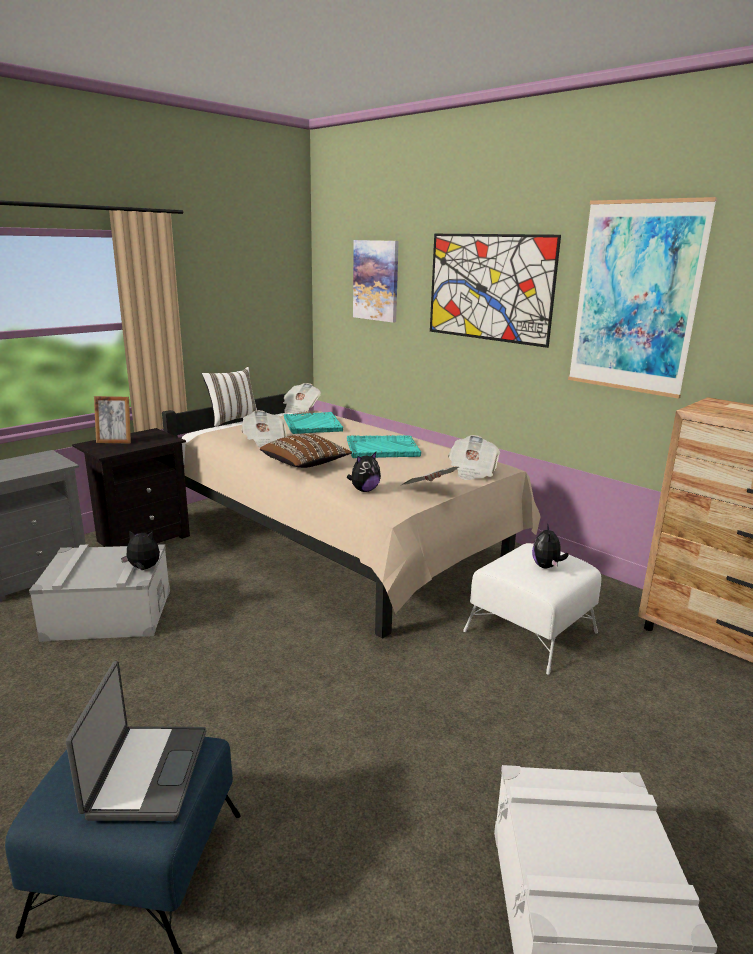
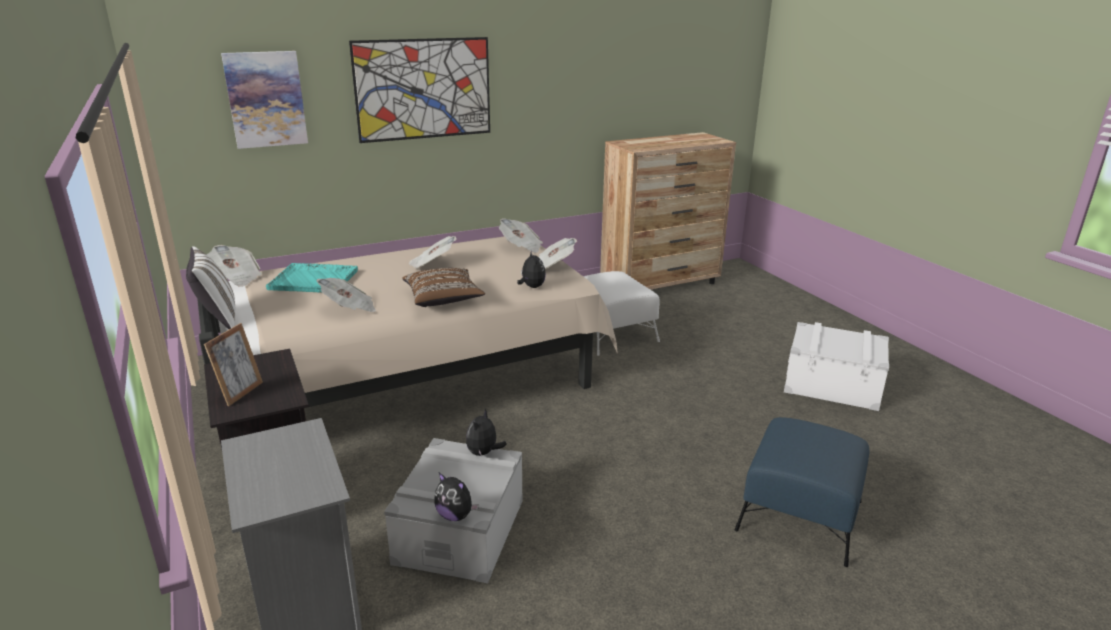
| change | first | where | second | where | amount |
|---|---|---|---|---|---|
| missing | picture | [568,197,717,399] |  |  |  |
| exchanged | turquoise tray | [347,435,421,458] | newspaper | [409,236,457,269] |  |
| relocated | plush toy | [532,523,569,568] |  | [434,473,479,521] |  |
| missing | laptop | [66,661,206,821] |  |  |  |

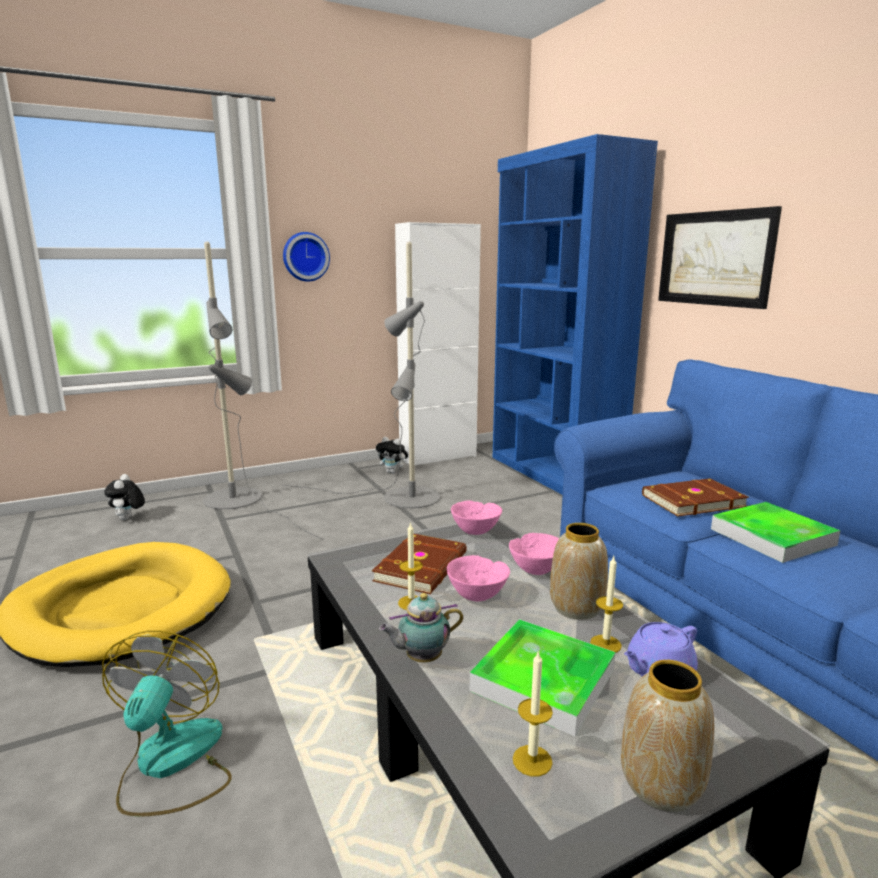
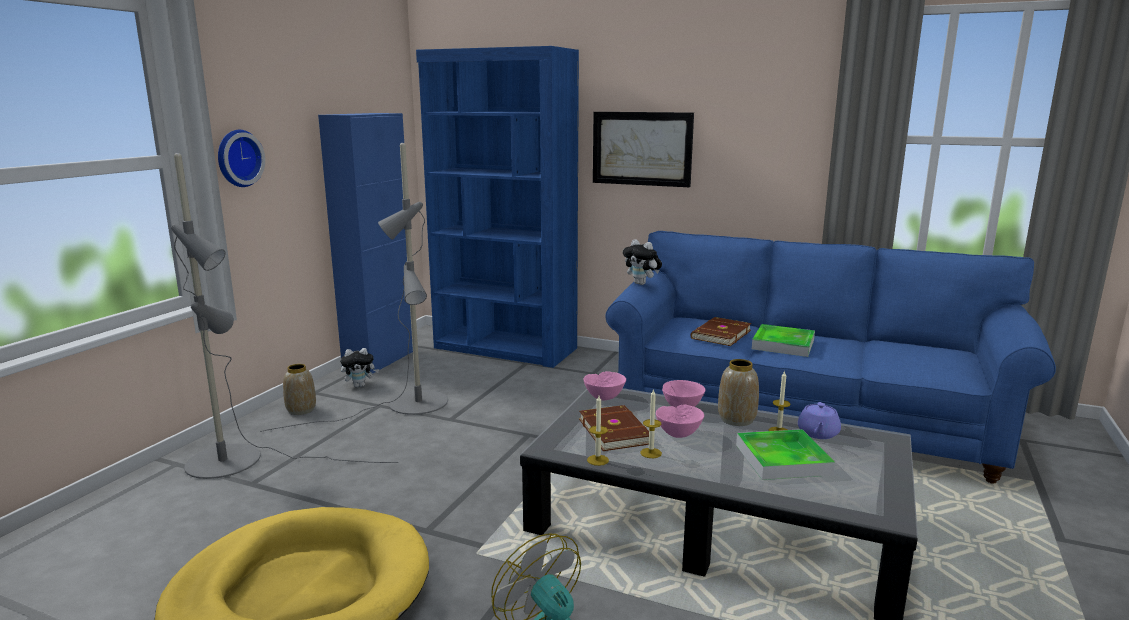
| change | first | where | second | where | amount |
|---|---|---|---|---|---|
| colour | white cabinet | [395,222,481,465] | blue cabinet | [318,113,413,374] |  |
| relocated | plush toy | [104,474,145,520] |  | [623,239,662,285] |  |
| missing | teapot | [379,593,463,662] |  |  |  |
| relocated | candle | [513,650,553,777] |  | [587,396,609,466] |  |
| relocated | vase | [621,660,714,812] |  | [283,364,316,415] |  |

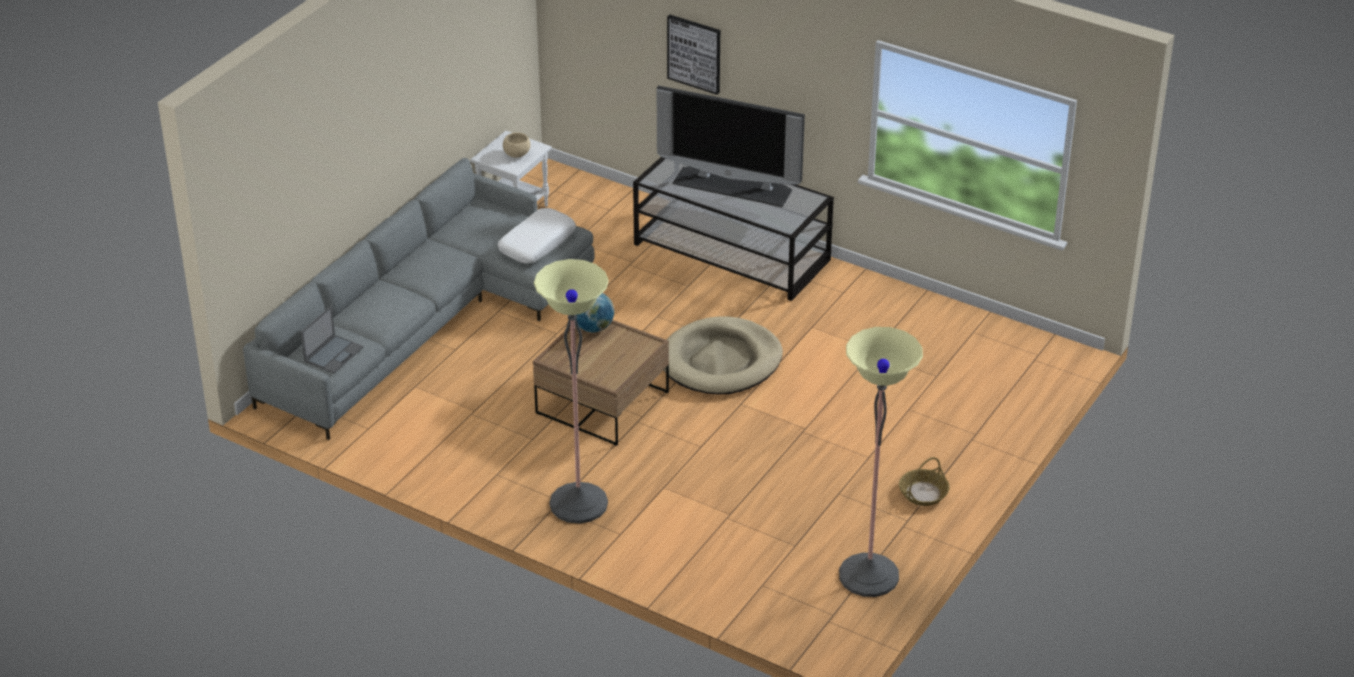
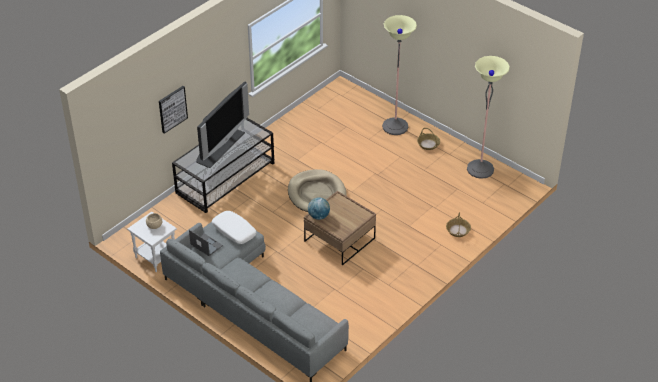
| change | first | where | second | where | amount |
|---|---|---|---|---|---|
| relocated | floor lamp | [534,259,609,524] |  | [382,15,417,135] |  |
| relocated | laptop | [301,306,364,374] |  | [189,230,223,256] |  |
| appeared |  |  | basket | [446,212,471,237] |  |

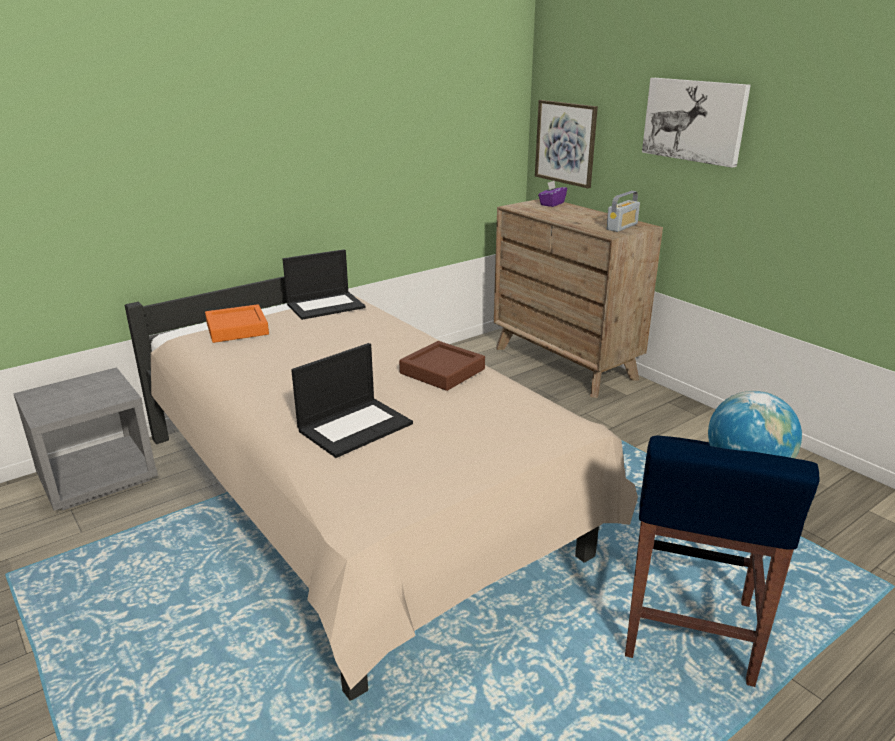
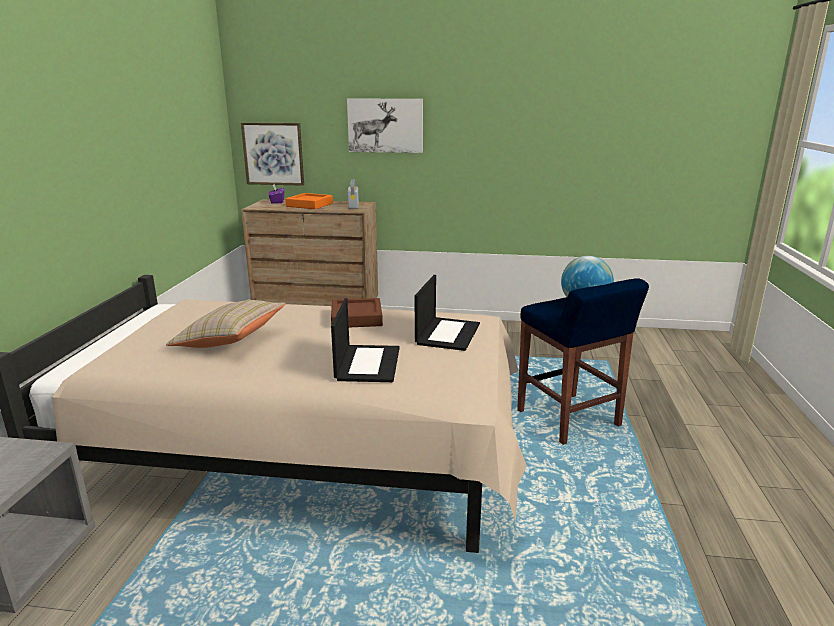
| change | first | where | second | where | amount |
|---|---|---|---|---|---|
| relocated | laptop | [283,249,366,320] |  | [415,275,480,351] |  |
| relocated | orange tray | [205,304,269,343] |  | [285,193,333,209] |  |
| appeared |  |  | beige pillow | [166,300,286,348] |  |

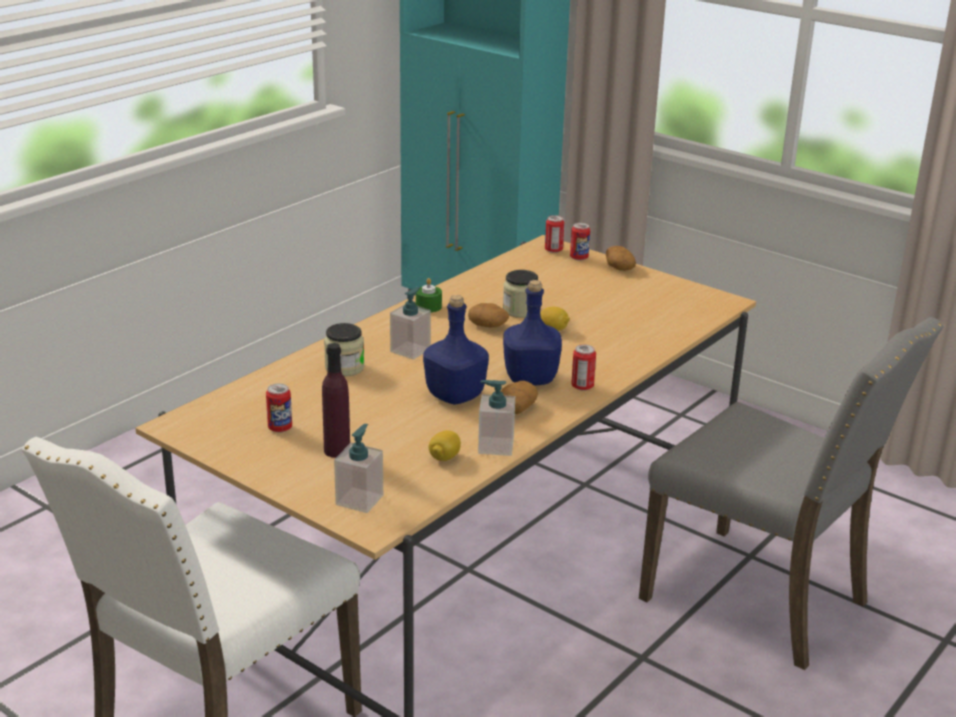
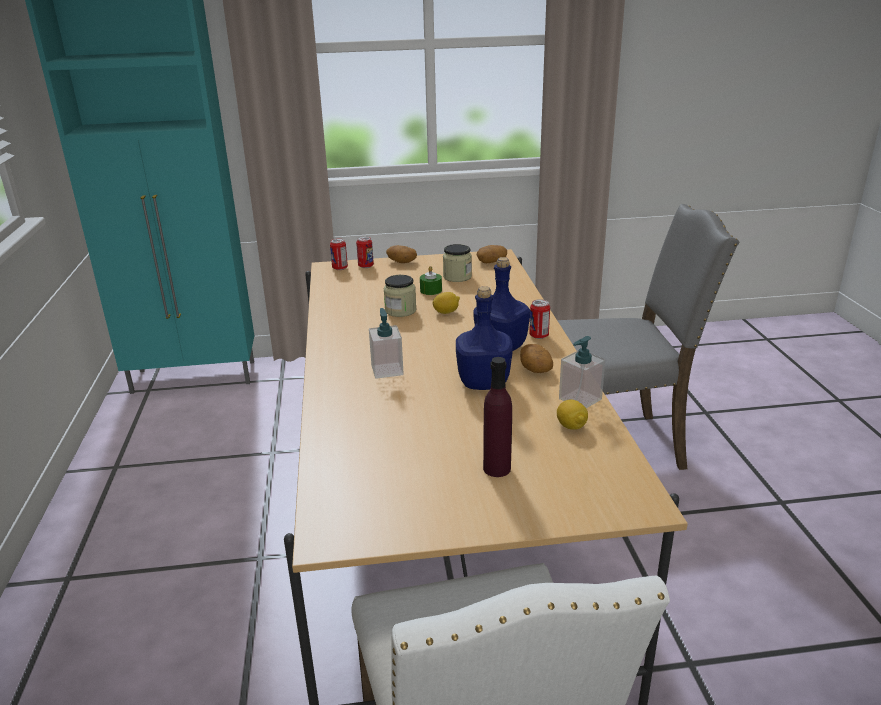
| change | first | where | second | where | amount |
|---|---|---|---|---|---|
| relocated | green candle | [416,278,442,313] |  | [420,266,442,295] |  |
| relocated | potato | [468,303,509,327] |  | [477,245,507,263] |  |
| relocated | jar | [324,323,364,377] |  | [443,244,472,282] |  |
| missing | can | [266,384,292,433] |  |  |  |
| missing | soap dispenser | [334,424,383,513] |  |  |  |

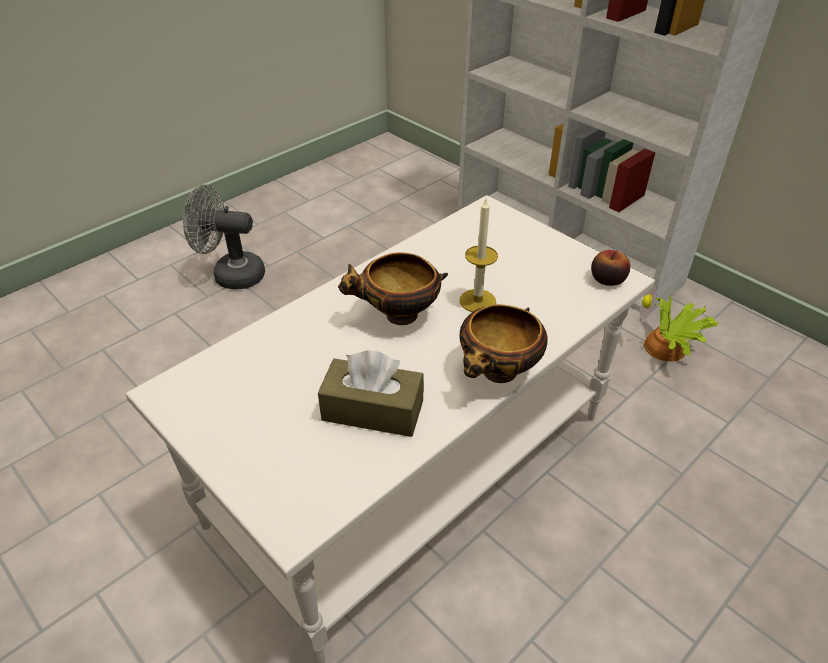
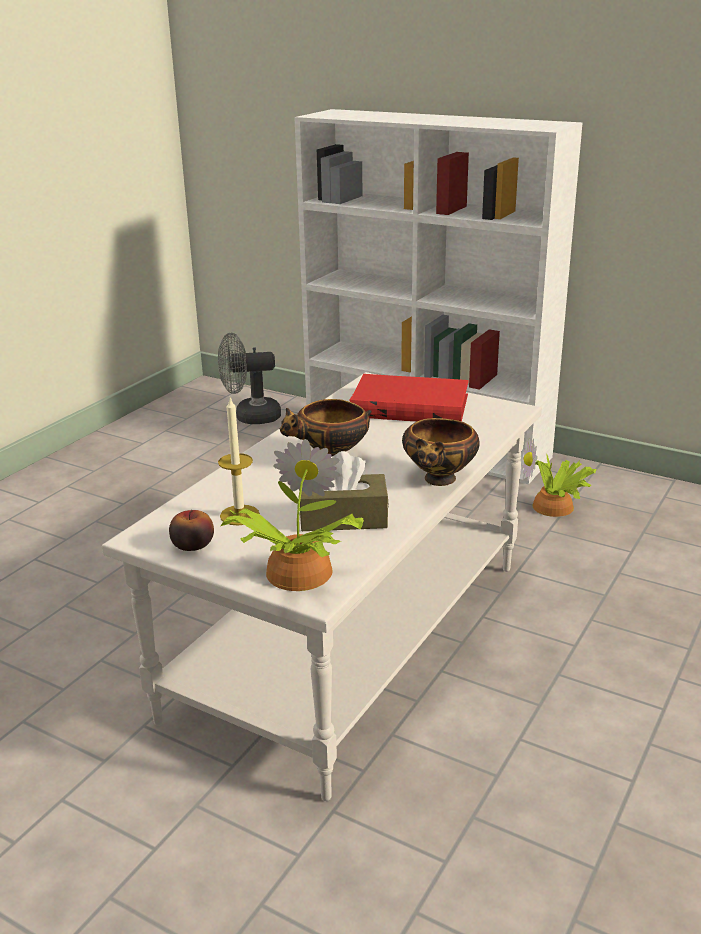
| change | first | where | second | where | amount |
|---|---|---|---|---|---|
| relocated | grey fan | [183,185,265,289] |  | [218,333,281,424] |  |
| relocated | candle | [460,199,498,312] |  | [218,397,260,525] |  |
| relocated | apple | [591,250,630,286] |  | [169,510,214,551] |  |
| appeared |  |  | red book | [349,374,469,422] |  |
| appeared |  |  | potted plant | [220,439,364,591] |  |

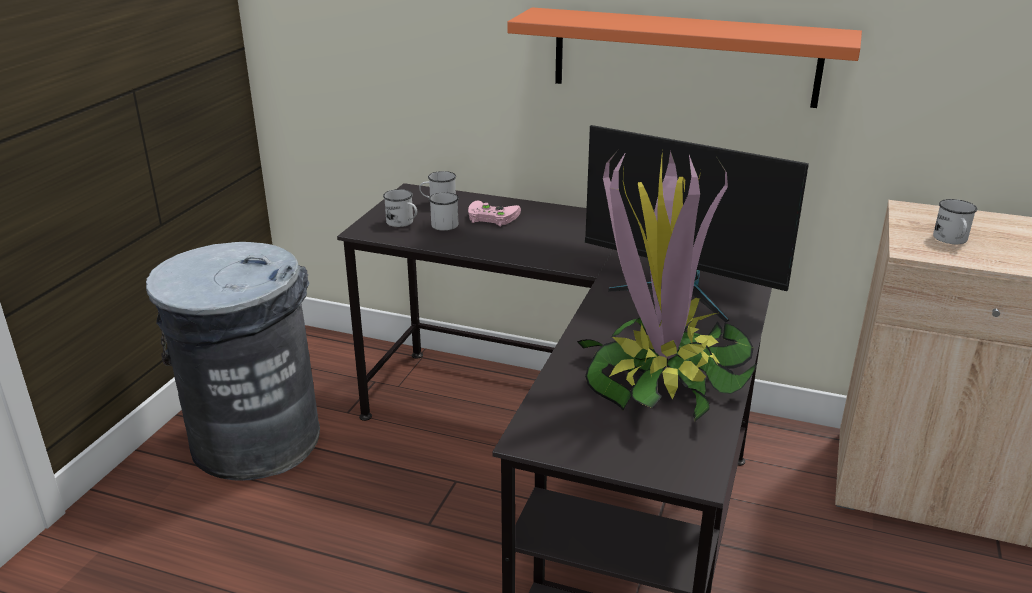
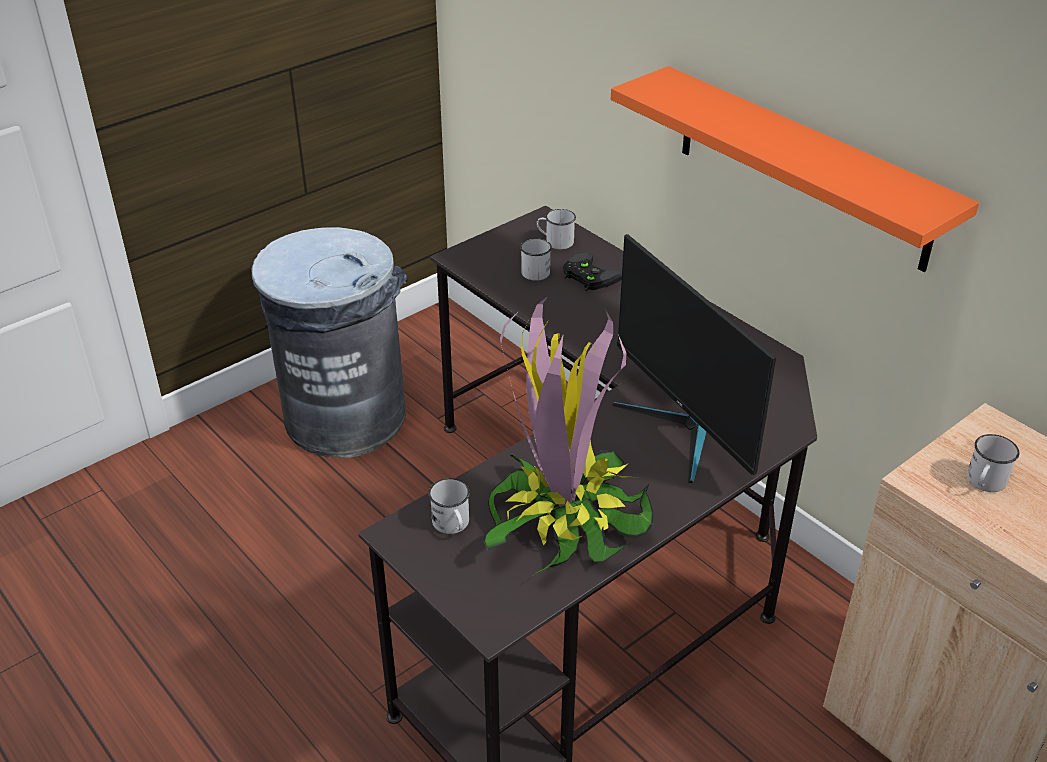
| change | first | where | second | where | amount |
|---|---|---|---|---|---|
| relocated | white mug | [383,189,417,227] |  | [429,478,470,534] |  |
| colour | pink game controller | [468,201,521,226] | black game controller | [563,252,622,291] |  |

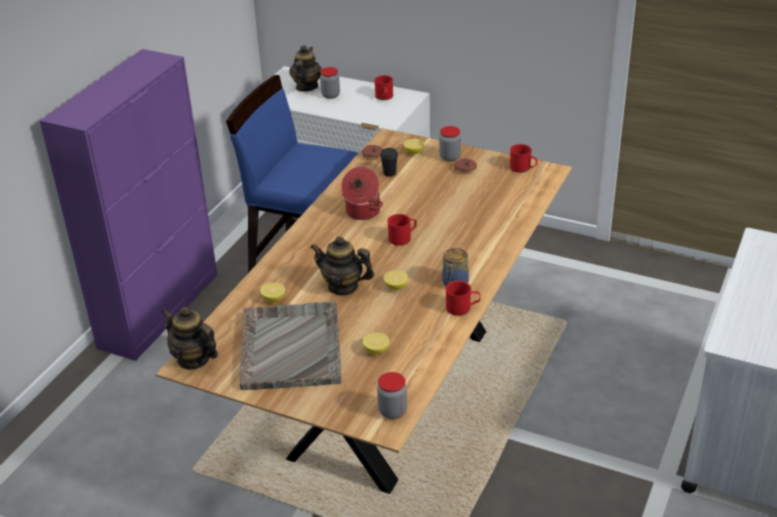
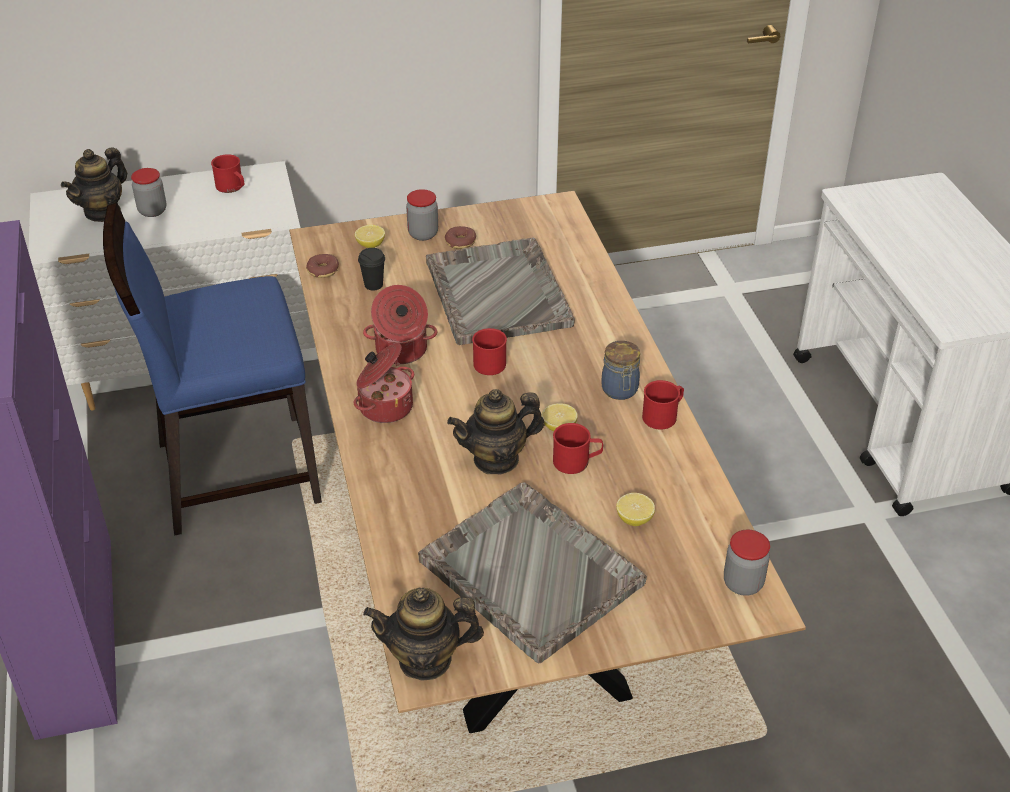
| change | first | where | second | where | amount |
|---|---|---|---|---|---|
| spun | teapot | [289,45,322,92] |  | [61,147,127,222] | 120 degrees counterclockwise |
| relocated | red mug | [510,144,538,173] |  | [553,423,603,474] |  |
| missing | lemon | [260,282,285,302] |  |  |  |
| appeared |  |  | grey tray | [426,238,575,345] |  |
| appeared |  |  | cooking pot | [353,343,414,423] |  |

